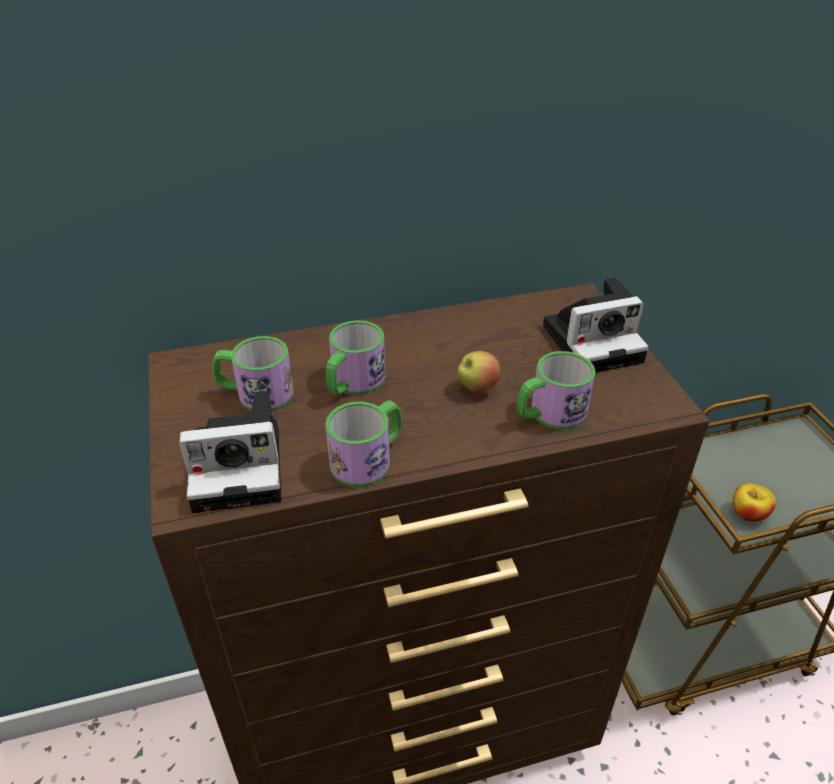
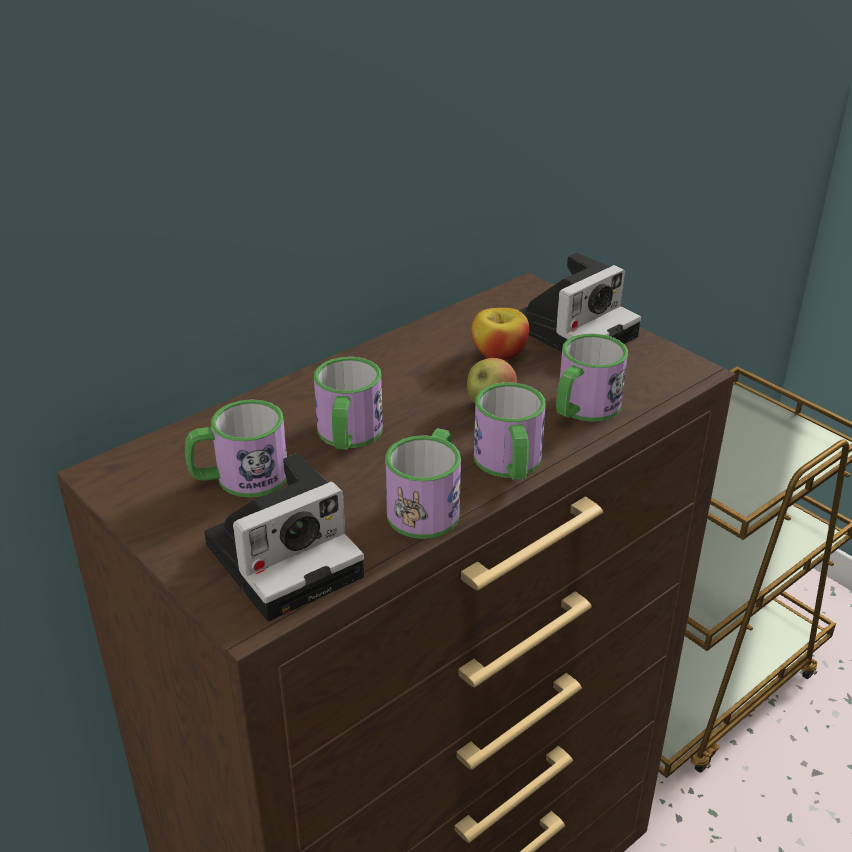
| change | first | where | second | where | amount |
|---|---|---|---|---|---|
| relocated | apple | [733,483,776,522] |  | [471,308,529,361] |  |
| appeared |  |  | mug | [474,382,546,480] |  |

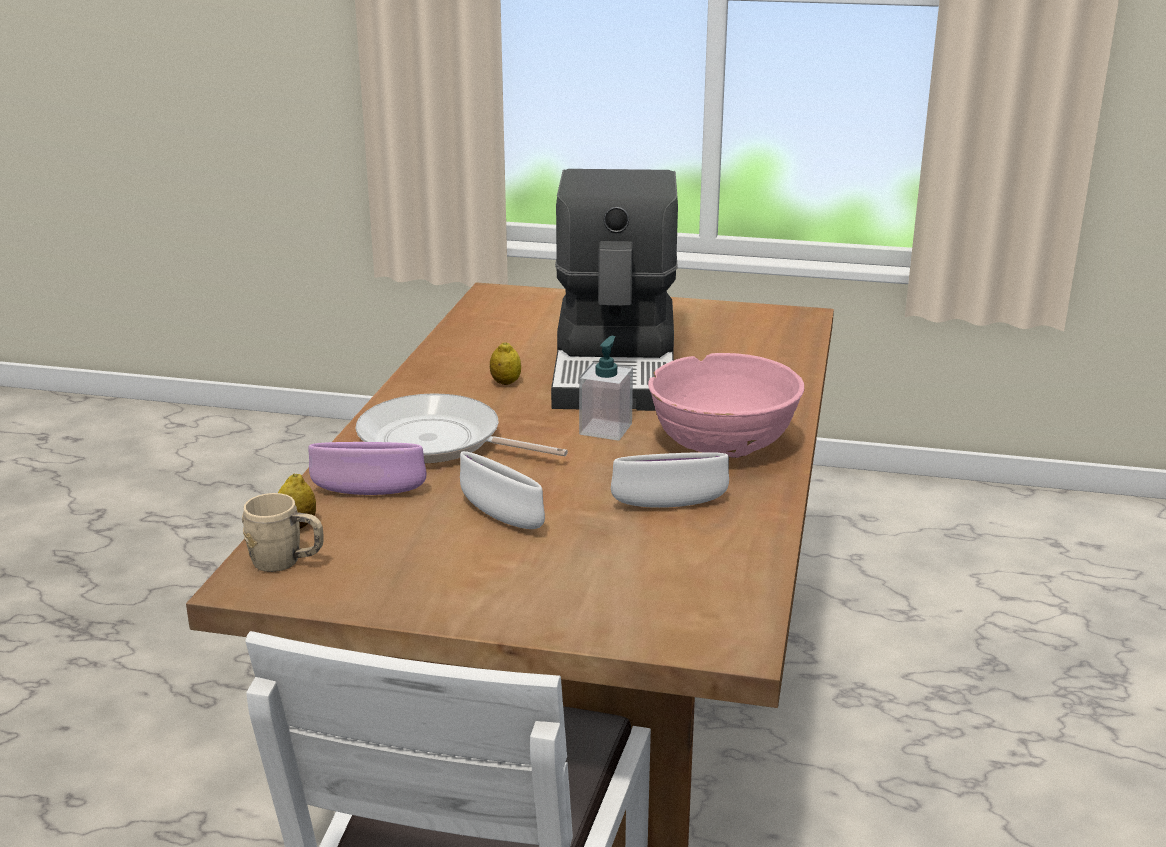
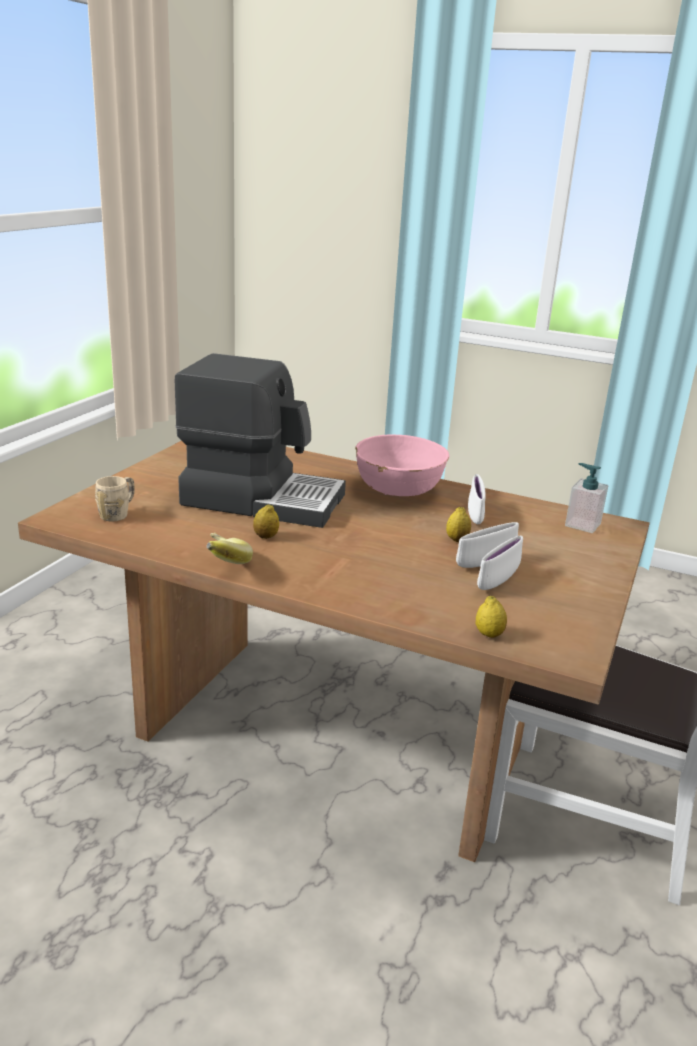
| change | first | where | second | where | amount |
|---|---|---|---|---|---|
| relocated | soap dispenser | [579,336,633,441] |  | [565,463,608,533] |  |
| missing | frying pan | [356,393,568,464] |  |  |  |
| missing | purple bowl | [308,442,427,495] |  |  |  |
| relocated | beige mug | [242,493,324,572] |  | [95,476,135,521] |  |
| appeared |  |  | lemon | [446,507,471,542] |  |
| appeared |  |  | banana | [207,533,253,564] |  |
| appeared |  |  | white bowl | [477,536,523,590] |  |

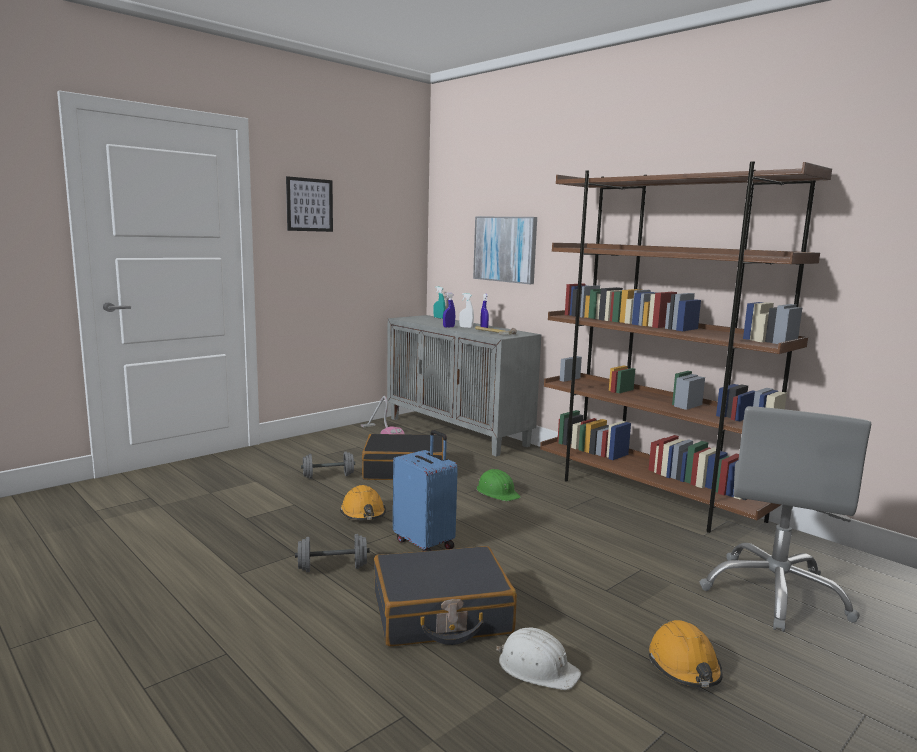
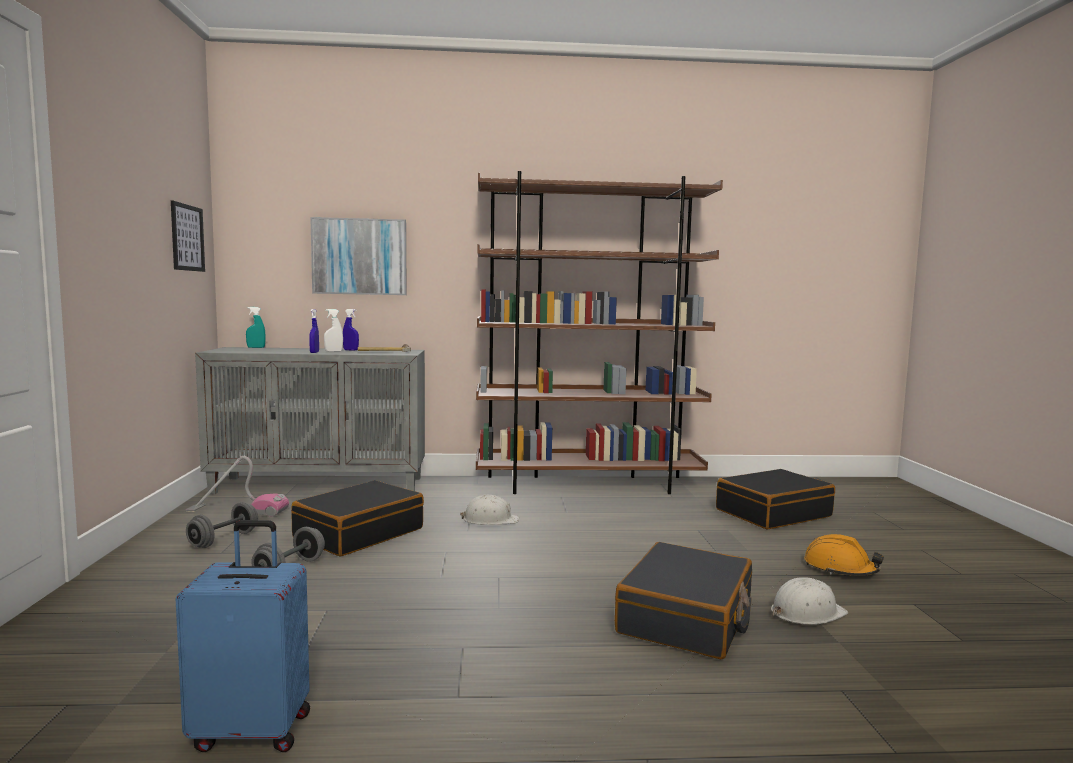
| change | first | where | second | where | amount |
|---|---|---|---|---|---|
| relocated | picture | [286,176,333,232] |  | [171,201,205,272] |  |
| exchanged | grey office chair | [700,406,871,632] | black suitcase | [716,469,835,529] |  |
| relocated | blue suitcase | [393,430,458,551] |  | [176,520,310,752] |  |
| colour | green hard hat | [477,469,521,501] | white hard hat | [460,495,519,525] |  |
| missing | orange hard hat | [340,485,386,520] |  |  |  |
| relocated | grey dumbbell | [295,534,370,572] |  | [186,502,258,548] |  |

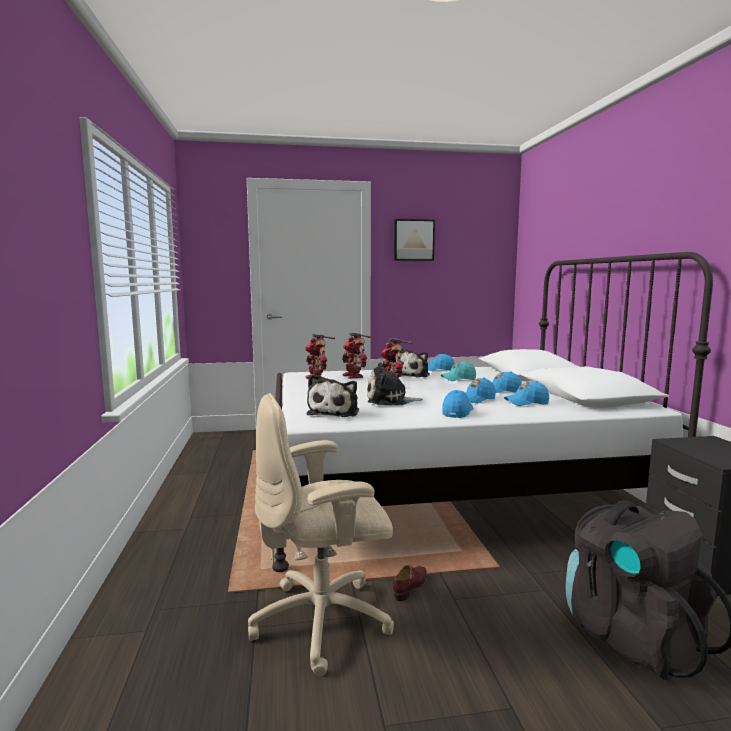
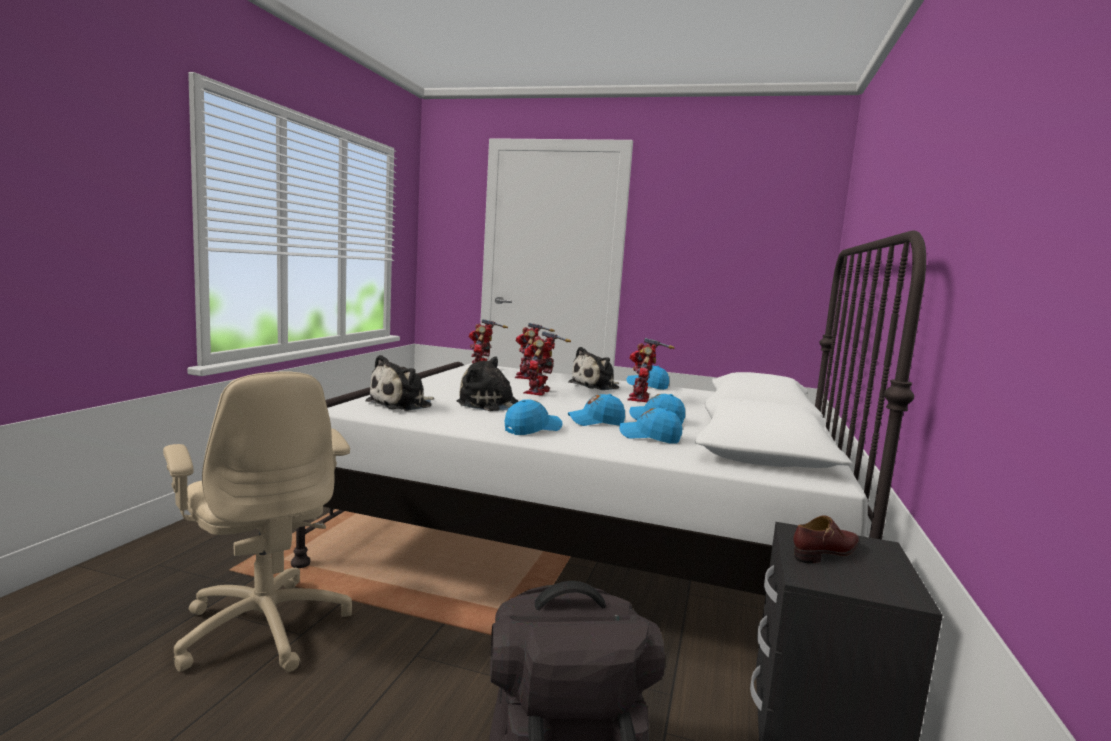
| change | first | where | second | where | amount |
|---|---|---|---|---|---|
| missing | picture | [394,219,435,261] |  |  |  |
| exchanged | turquoise cap | [441,361,476,381] | toy robot | [627,338,675,402] |  |
| spun | beige office chair | [248,393,394,676] |  | [163,372,352,672] | 135 degrees counterclockwise |
| relocated | brown shoe | [393,565,426,601] |  | [794,515,859,563] |  |

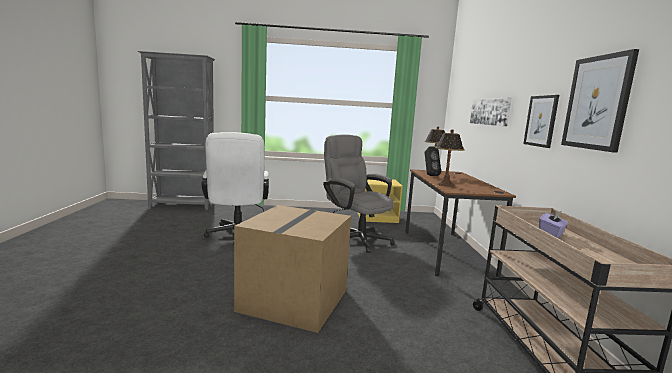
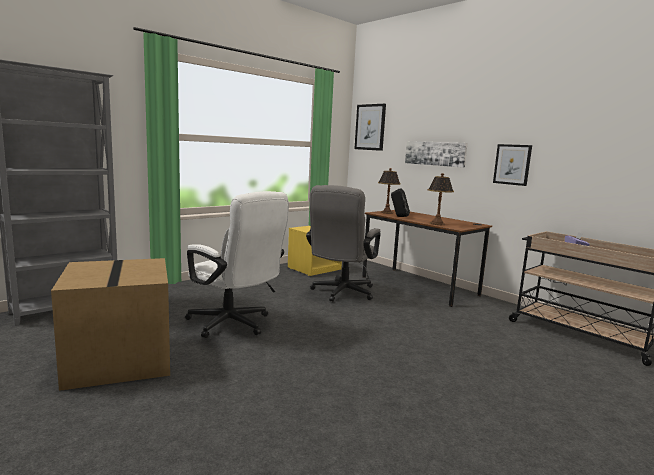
| change | first | where | second | where | amount |
|---|---|---|---|---|---|
| relocated | picture | [561,49,639,153] |  | [354,104,386,151] |  |
| spun | grey office chair | [323,134,395,253] |  | [306,185,381,302] | 75 degrees counterclockwise |
| relocated | cardboard box | [234,205,351,333] |  | [51,258,170,391] |  |

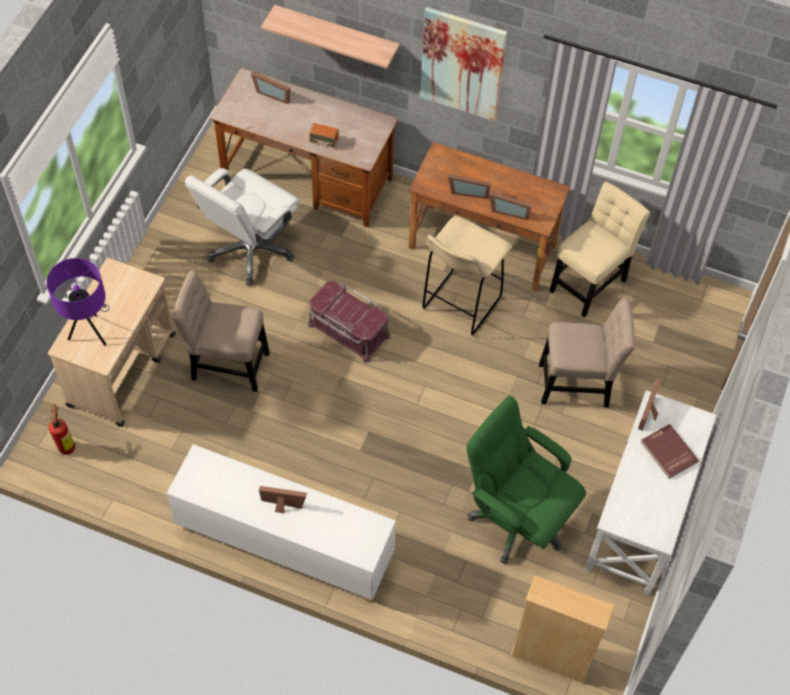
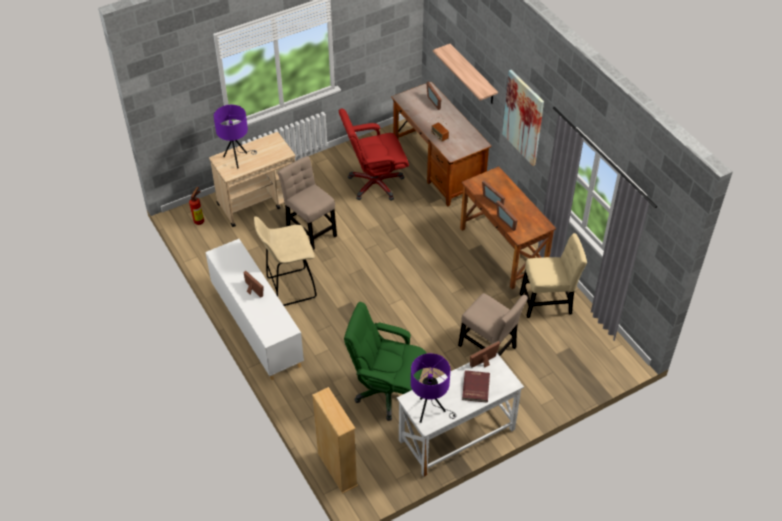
| change | first | where | second | where | amount |
|---|---|---|---|---|---|
| colour | white office chair | [185,168,301,286] | red office chair | [339,109,409,201] |  |
| relocated | beige stool | [422,216,512,336] |  | [254,216,316,306] |  |
| missing | red storage box | [307,281,391,363] |  |  |  |
| spun | green office chair | [466,396,586,564] |  | [344,302,427,421] | 60 degrees counterclockwise |
| appeared |  |  | purple table lamp | [411,353,456,423] |  |

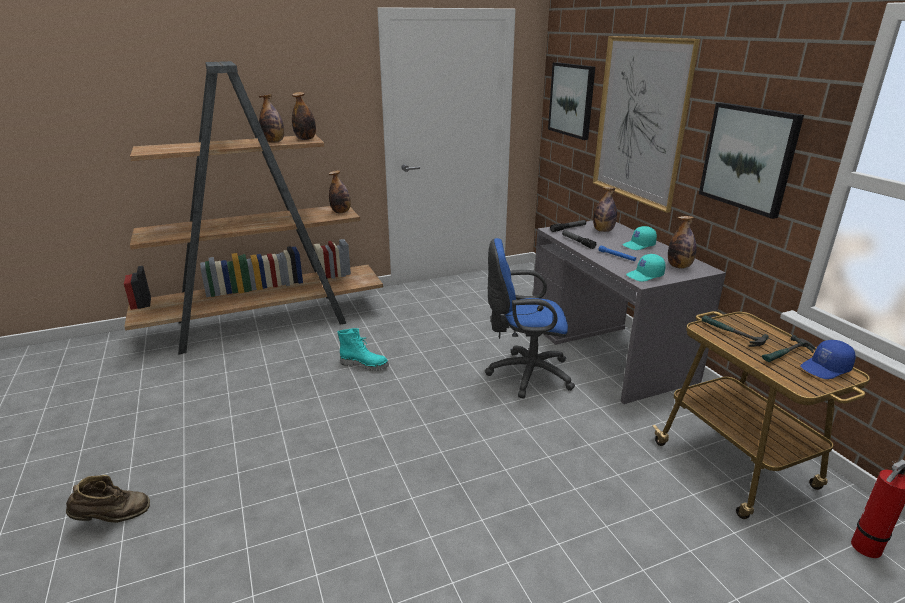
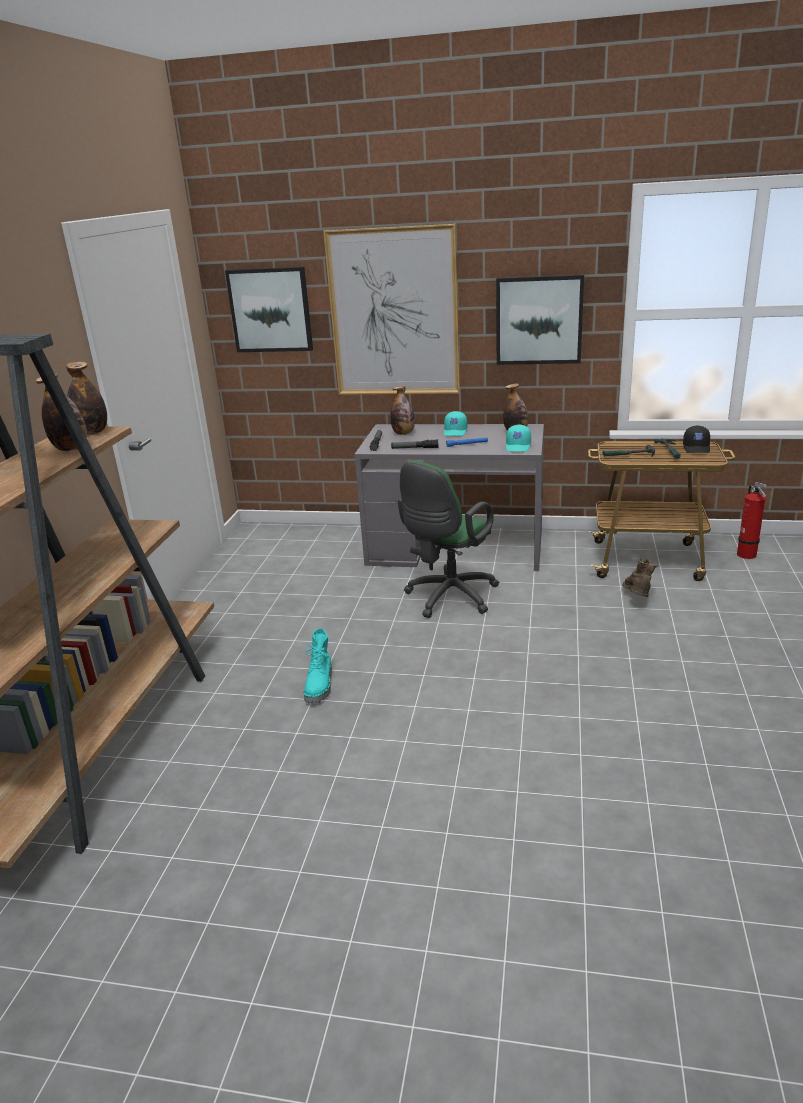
| change | first | where | second | where | amount |
|---|---|---|---|---|---|
| missing | bottle | [329,170,351,213] |  |  |  |
| colour | blue office chair | [485,238,575,398] | green office chair | [398,461,499,618] |  |
| spun | turquoise boot | [337,328,389,371] |  | [304,628,332,704] | 135 degrees clockwise |
| colour | blue cap | [800,340,855,379] | black cap | [683,426,710,453] |  |
| relocated | brown boot | [66,475,150,523] |  | [622,557,658,597] |  |

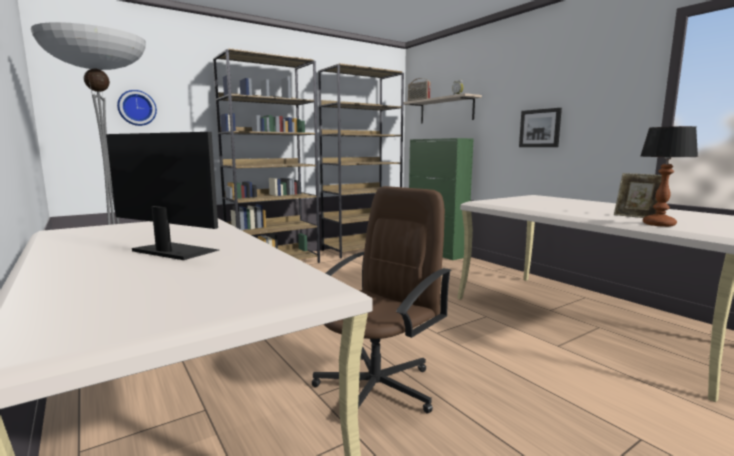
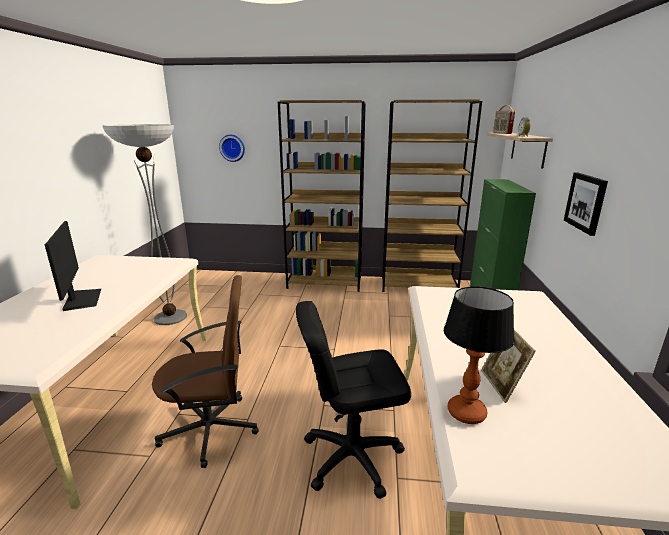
| change | first | where | second | where | amount |
|---|---|---|---|---|---|
| appeared |  |  | black office chair | [296,301,411,499] |  |

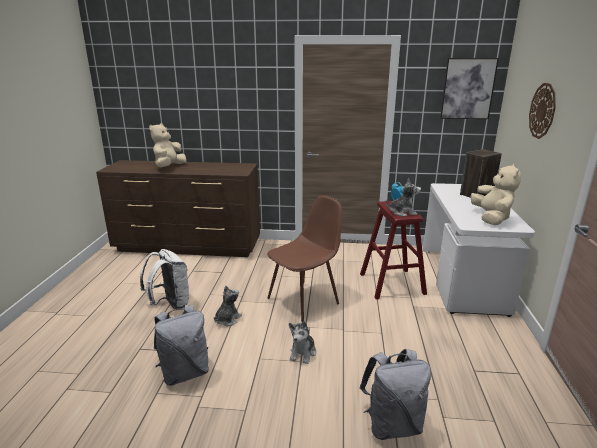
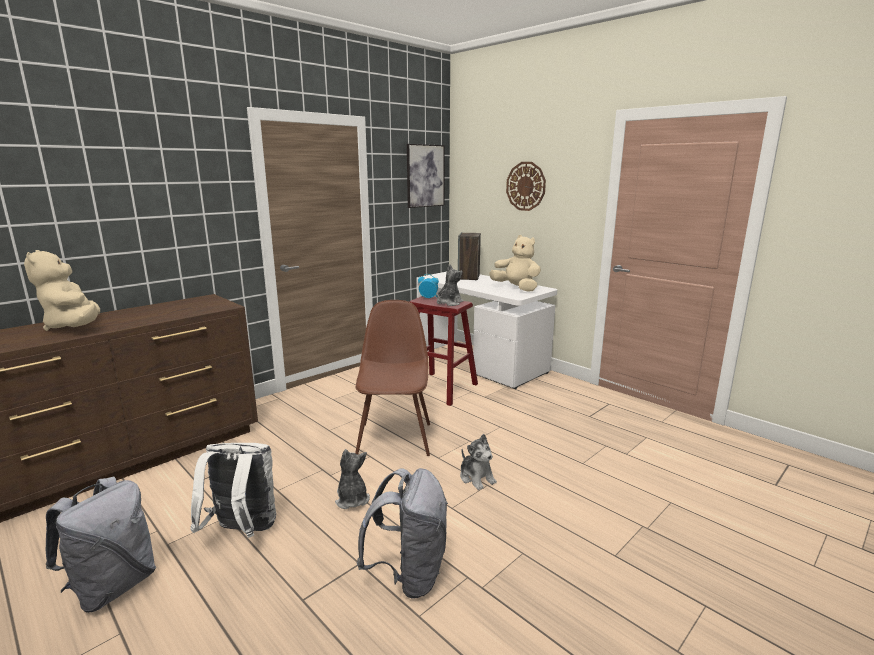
| change | first | where | second | where | amount |
|---|---|---|---|---|---|
| relocated | grey backpack | [359,349,431,440] |  | [46,477,156,613] |  |

